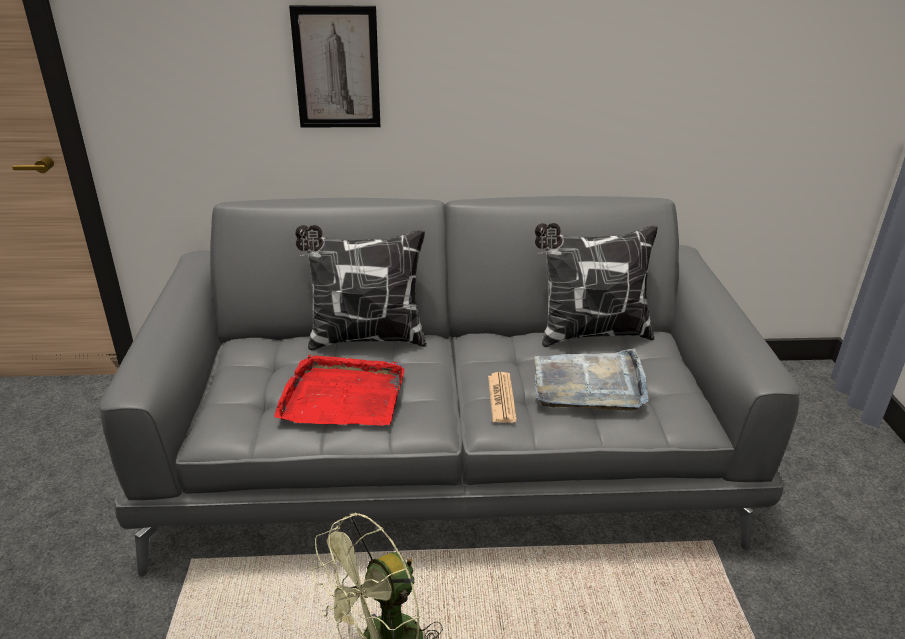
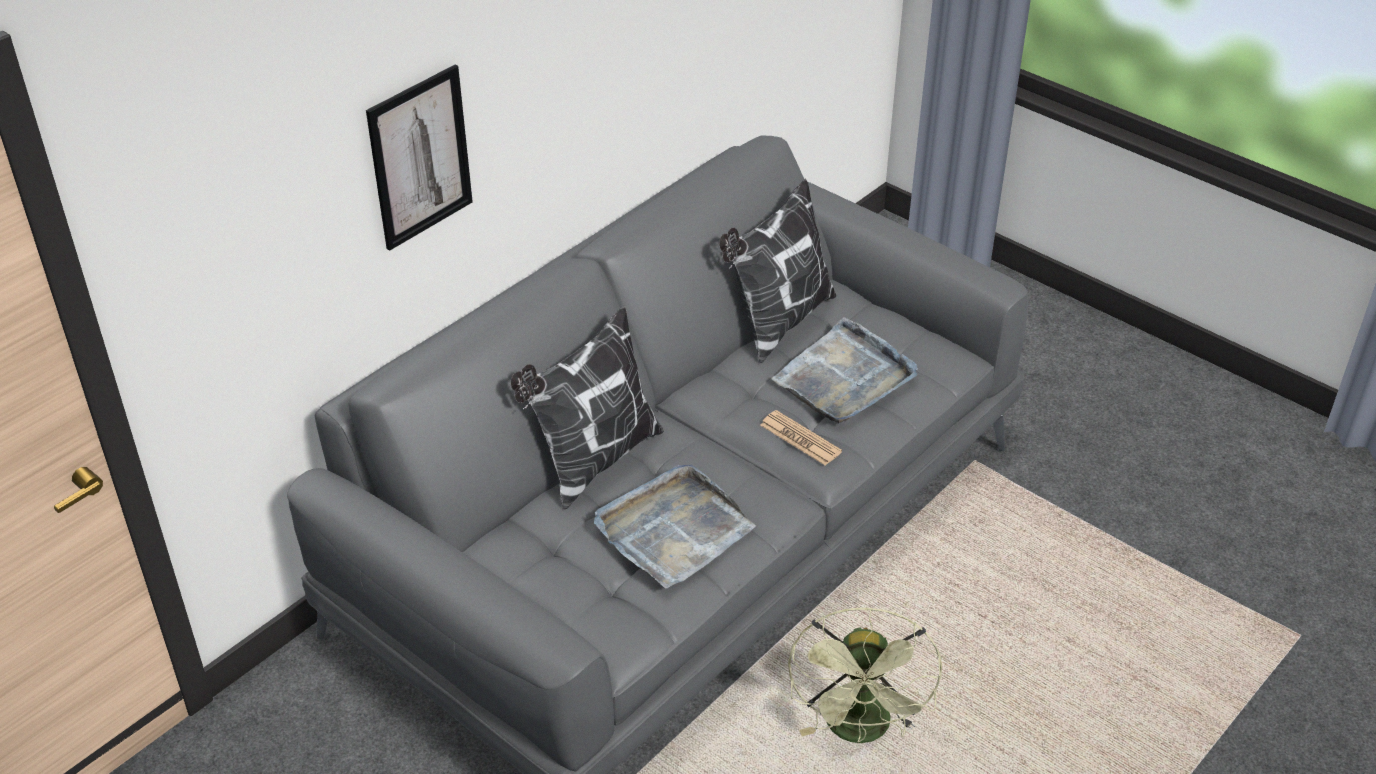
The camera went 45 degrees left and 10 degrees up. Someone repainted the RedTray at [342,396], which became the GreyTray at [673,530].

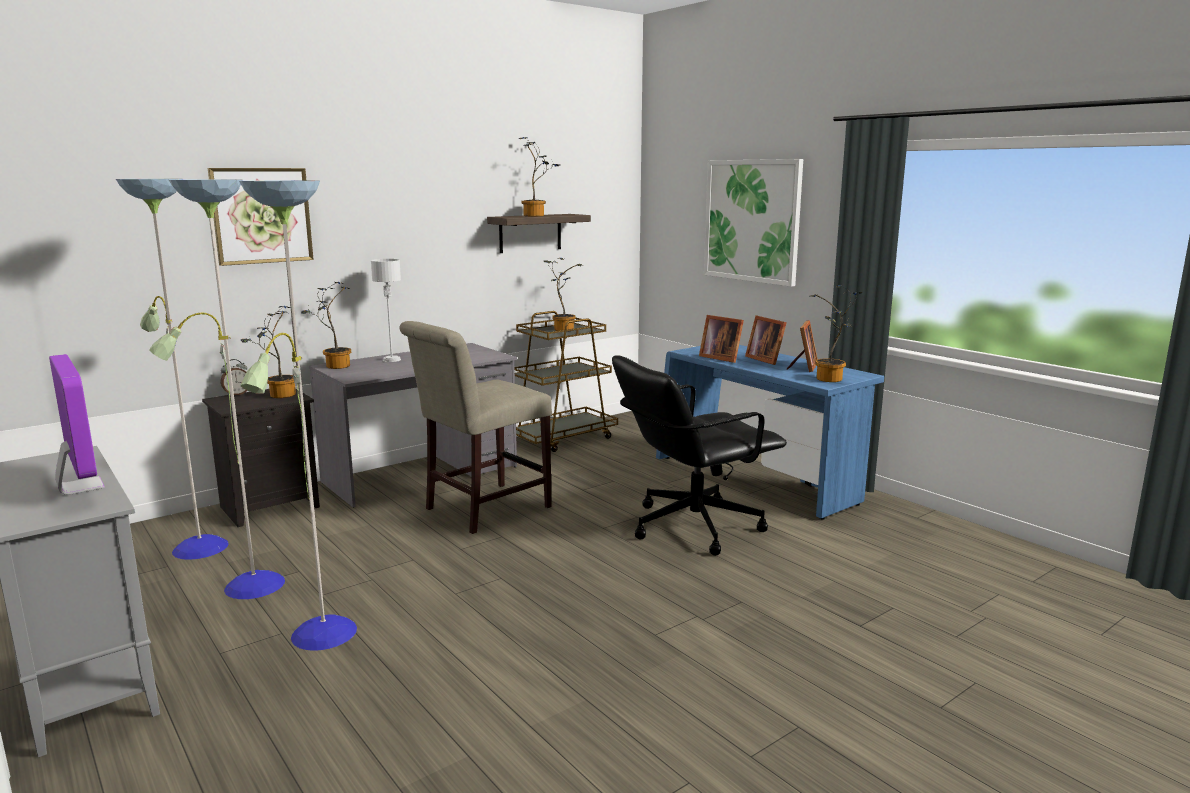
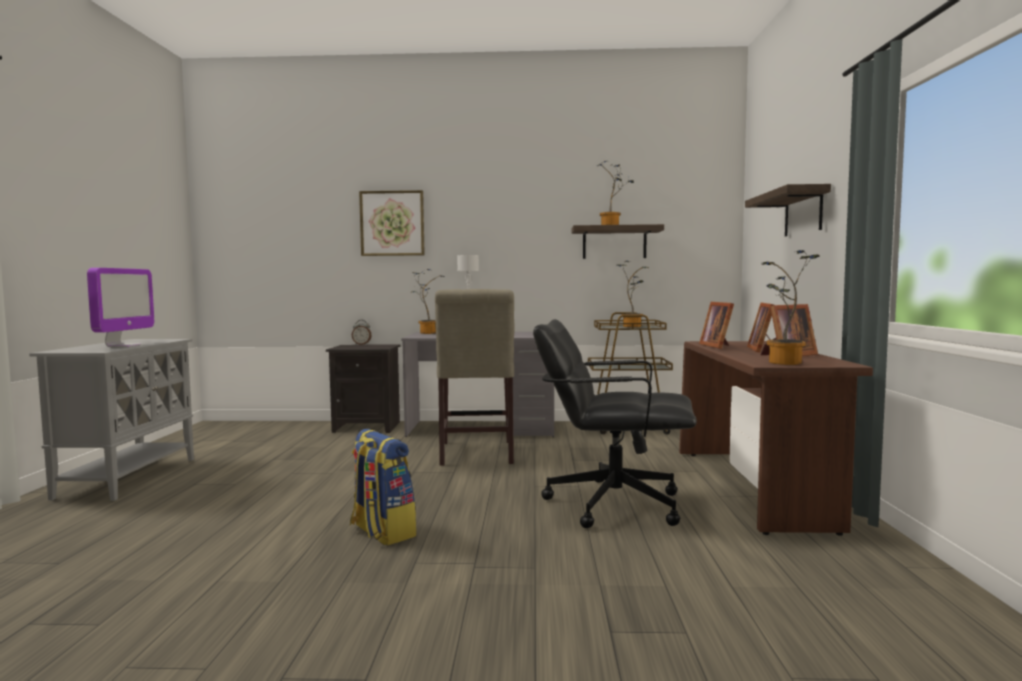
The camera went 40 degrees right and 10 degrees down. Someone put down the Backpack at [381,532]. Someone rotated the BeigeChair at [481,509] by 90 degrees counterclockwise. Someone repainted the BlueDesk at [756,480], which became the BrownDesk at [753,488]. Someone swapped the Picture at [752,221] for the Shelf at [803,213]. Someone took away the FloorLamp at [250,586]. Someone took away the PottedPlant at [278,395].

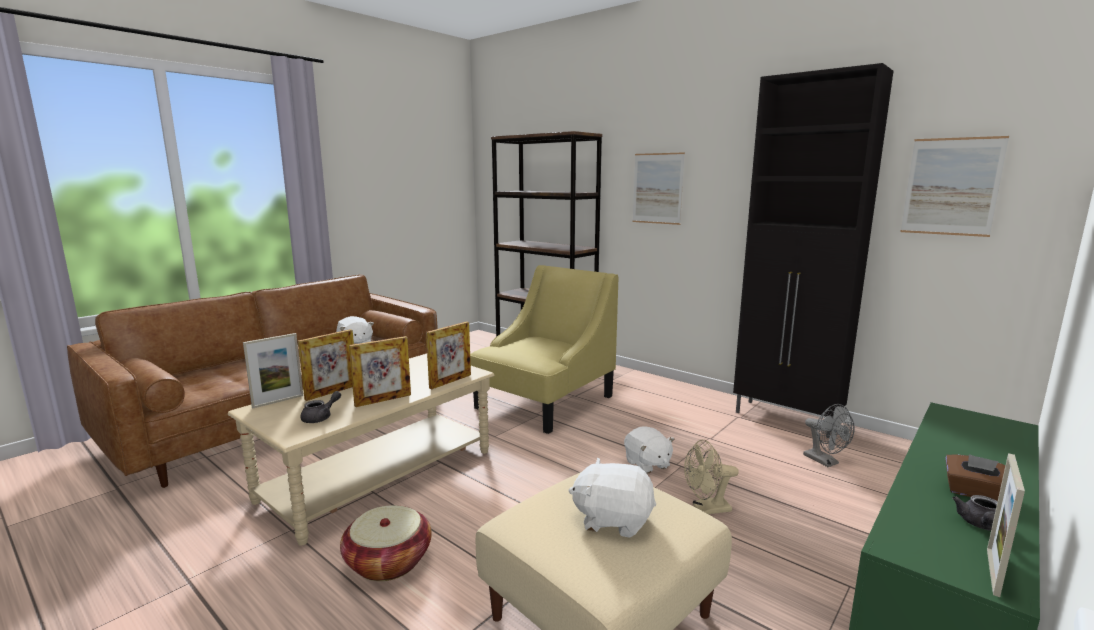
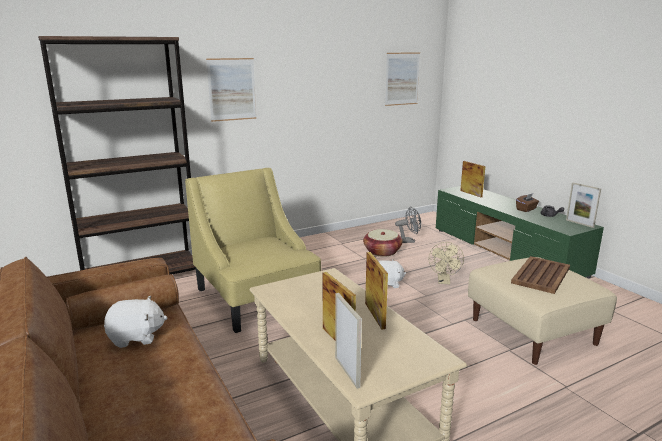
The camera went 70 degrees left and 5 degrees up. Someone carried the Basket from [388,561] to [382,251]. Someone carried the PictureFrame from [450,381] to [471,193]. Someone swapped the WhitePlushToy at [613,519] for the BrownTray at [541,275]. Someone took away the GreyTeapot at [321,418]. Someone took away the BlackCabinet at [787,419].

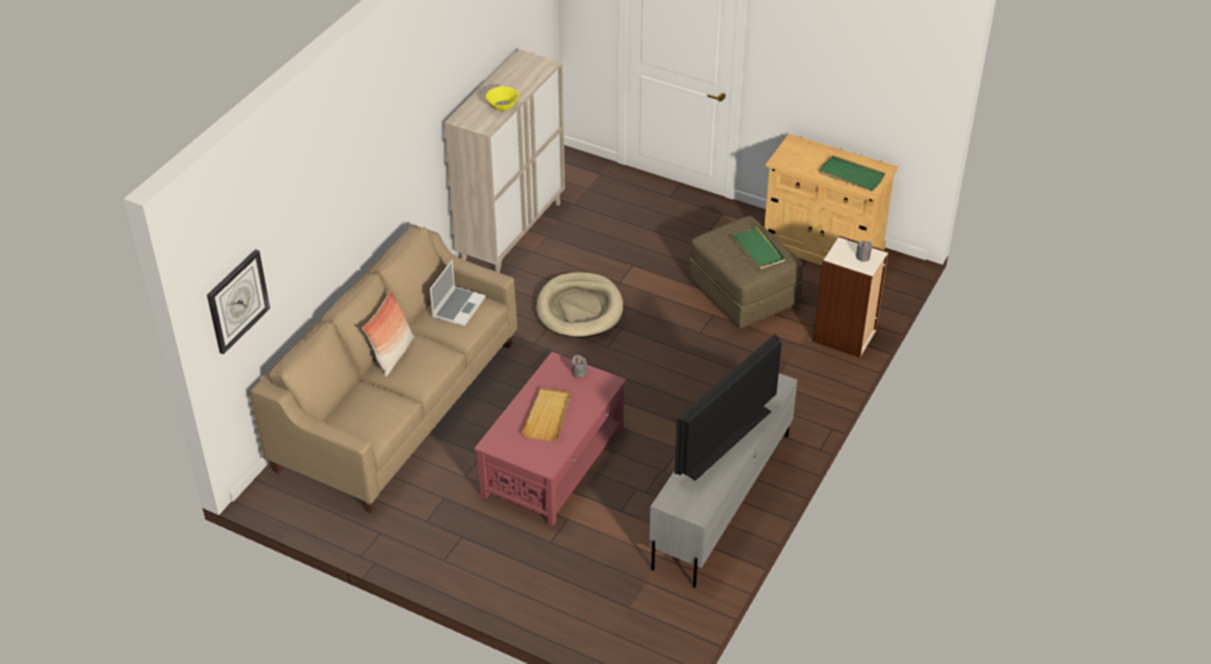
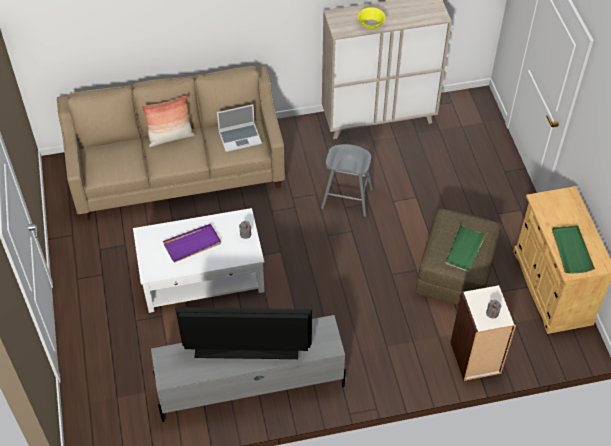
The camera went 50 degrees right and 10 degrees up. Someone repainted the RedCoffeeTable at [554,461], which became the WhiteCoffeeTable at [203,276]. Someone repainted the BeigeTray at [547,416], which became the PurpleTray at [192,244]. Someone swapped the BeigeDogBed at [579,309] for the GreyStool at [346,198]. Someone took away the WallClock at [237,301].

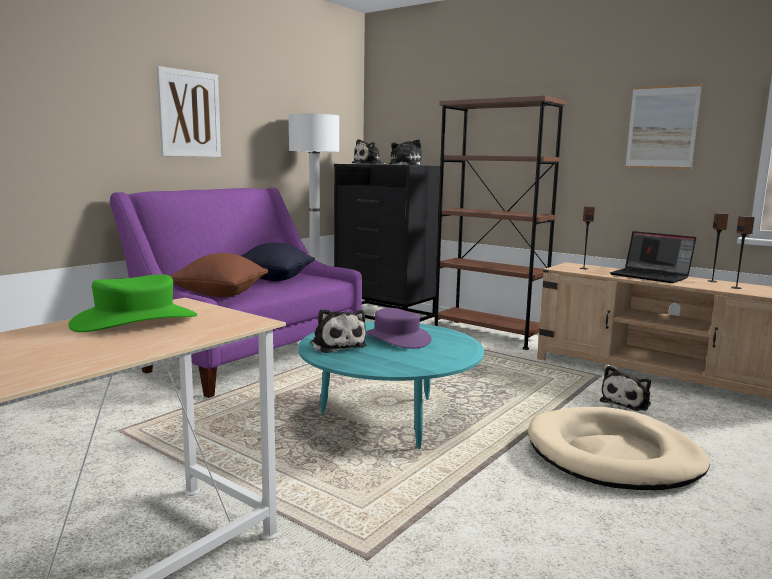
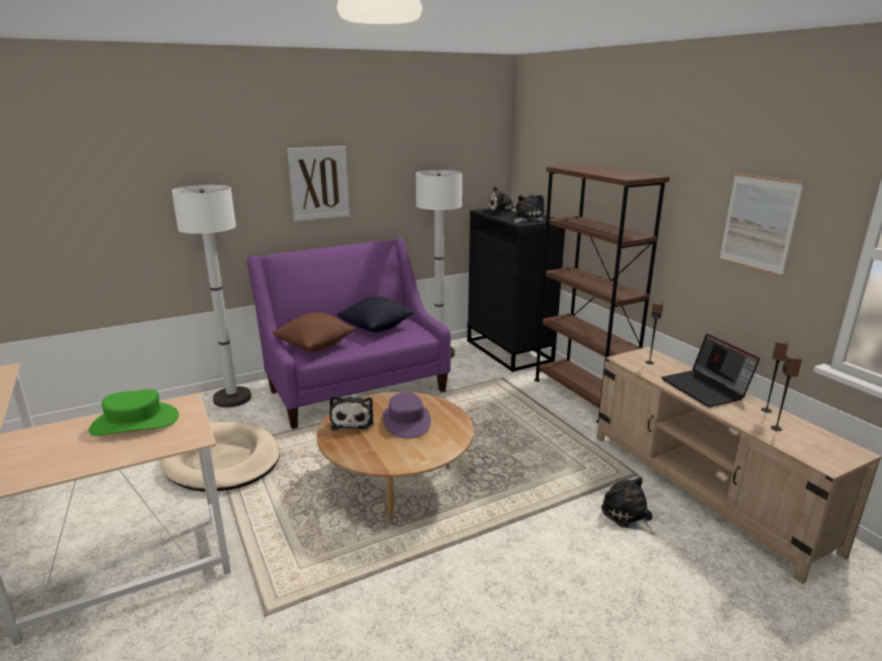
The camera went 25 degrees right and 10 degrees up. Someone carried the BeigeDogBed from [613,455] to [222,461]. Someone put down the WhiteFloorLamp at [232,398]. Someone repainted the TurquoiseCoffeeTable at [389,420], which became the BrownCoffeeTable at [397,484]. Someone rotated the PlushToy at [627,402] by 90 degrees clockwise.

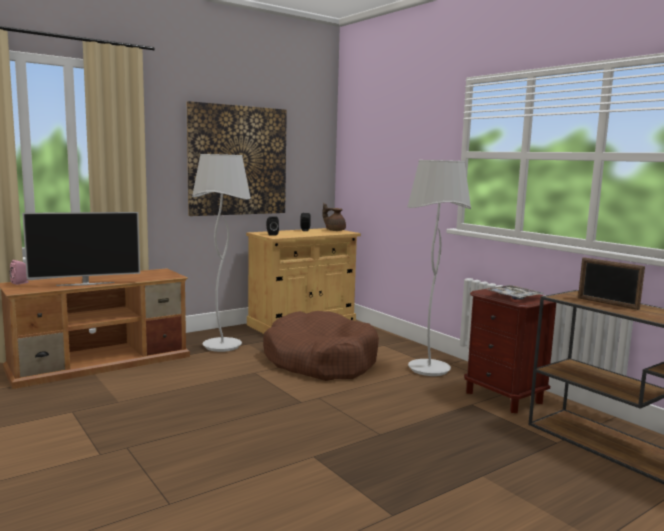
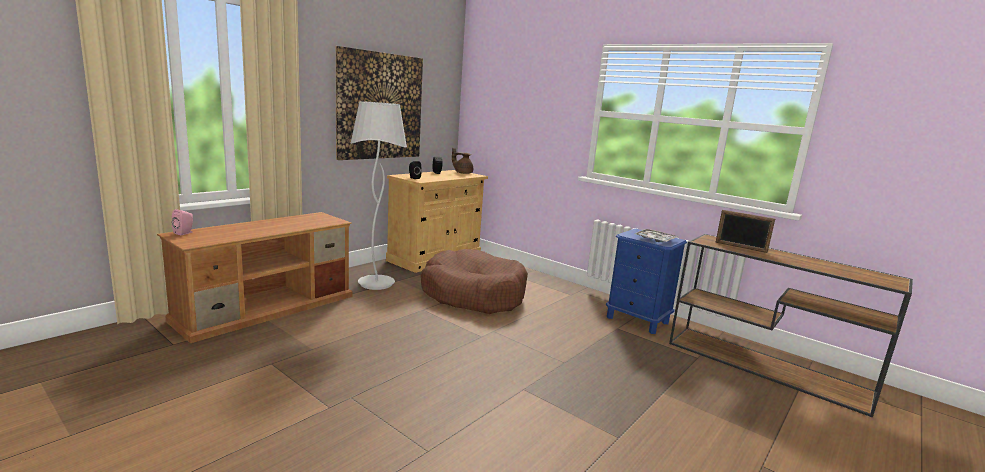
The camera went 15 degrees left and 5 degrees up. Someone repainted the BrownNightstand at [503,397], which became the BlueNightstand at [637,320]. Someone took away the Television at [85,284]. Someone took away the WhiteFloorLamp at [429,369].

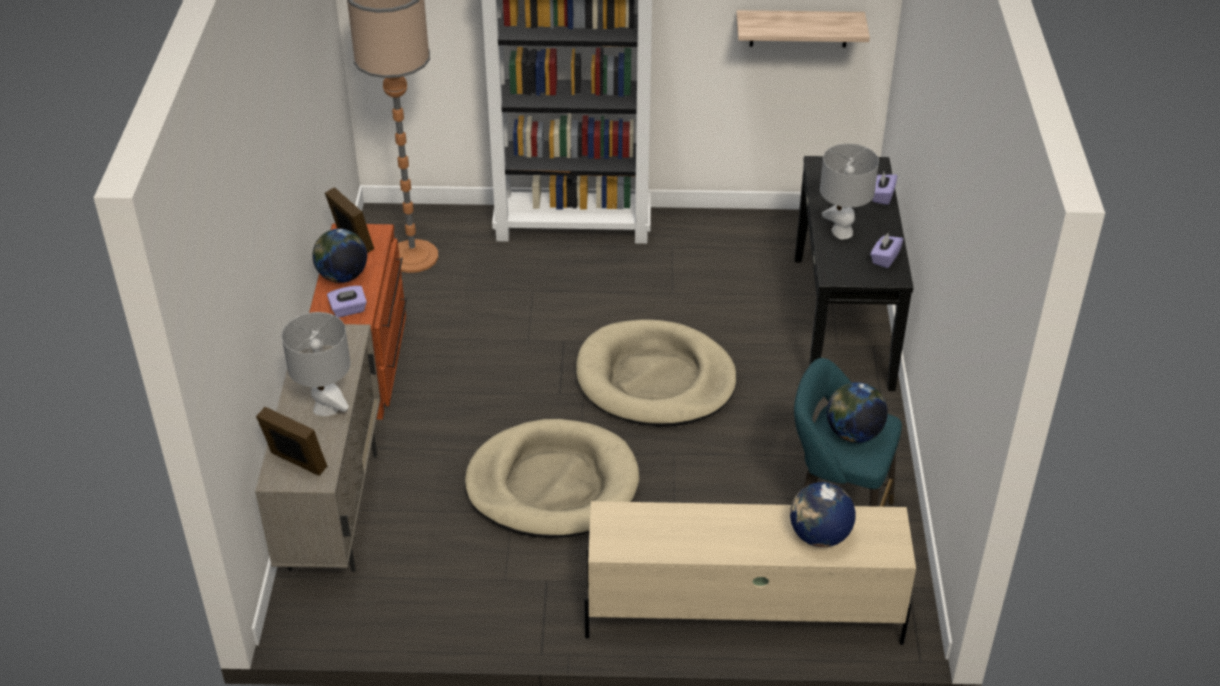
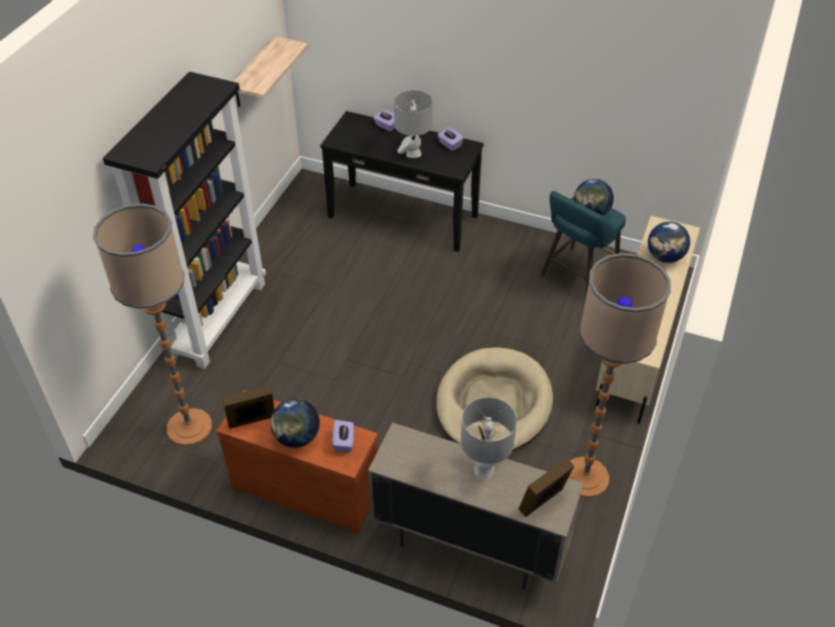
The camera went 70 degrees left and 5 degrees up. Someone put down the FloorLamp at [585,478]. Someone took away the BeigeDogBed at [655,379].

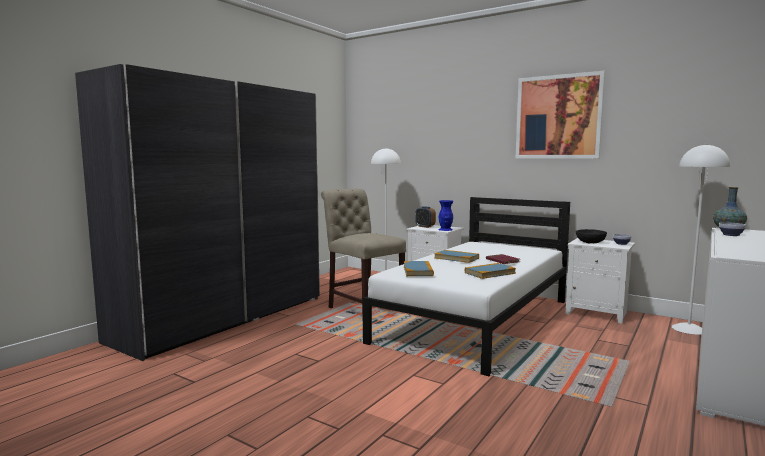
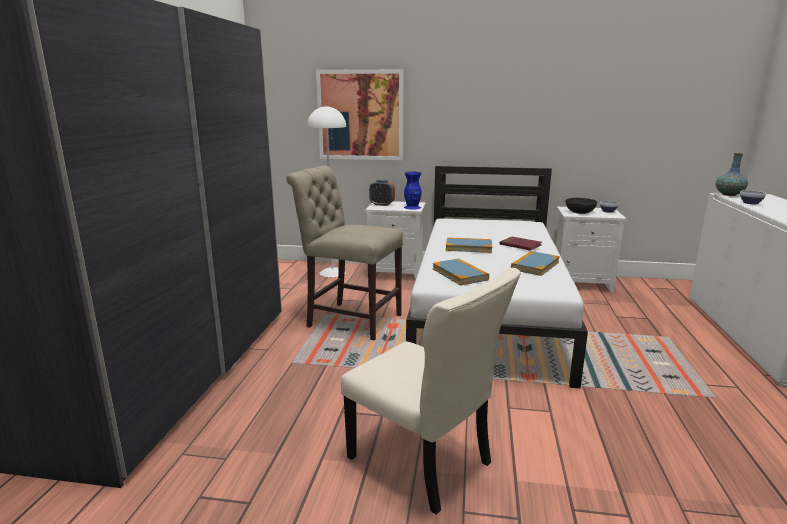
The camera went 25 degrees left and 10 degrees up. Someone carried the Picture from [558,117] to [360,115]. Someone put down the BeigeChair at [423,463]. Someone took away the WhiteFloorLamp at [689,329].

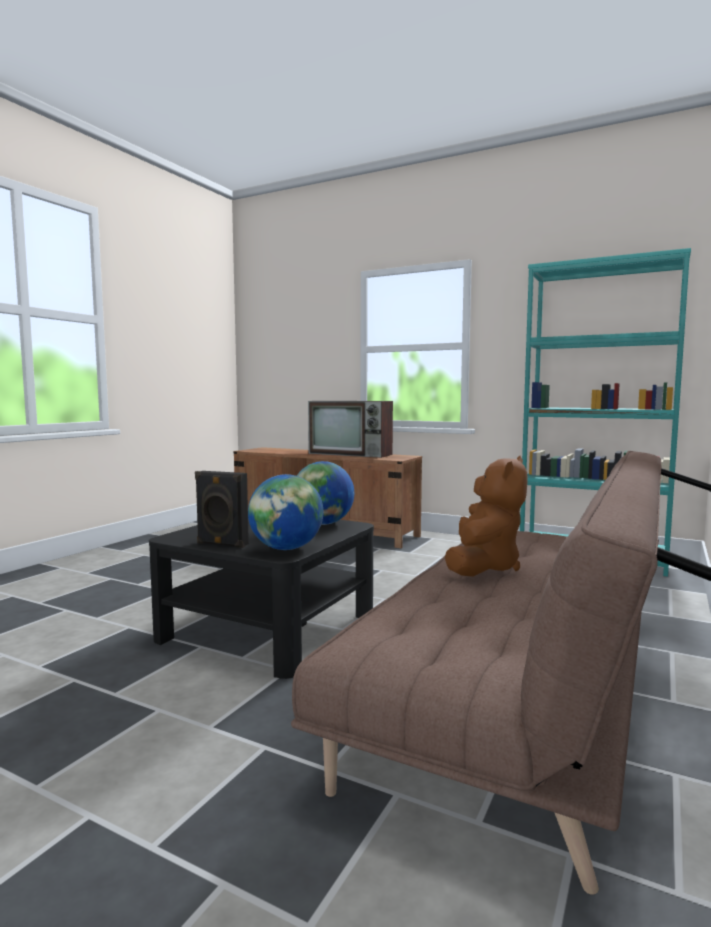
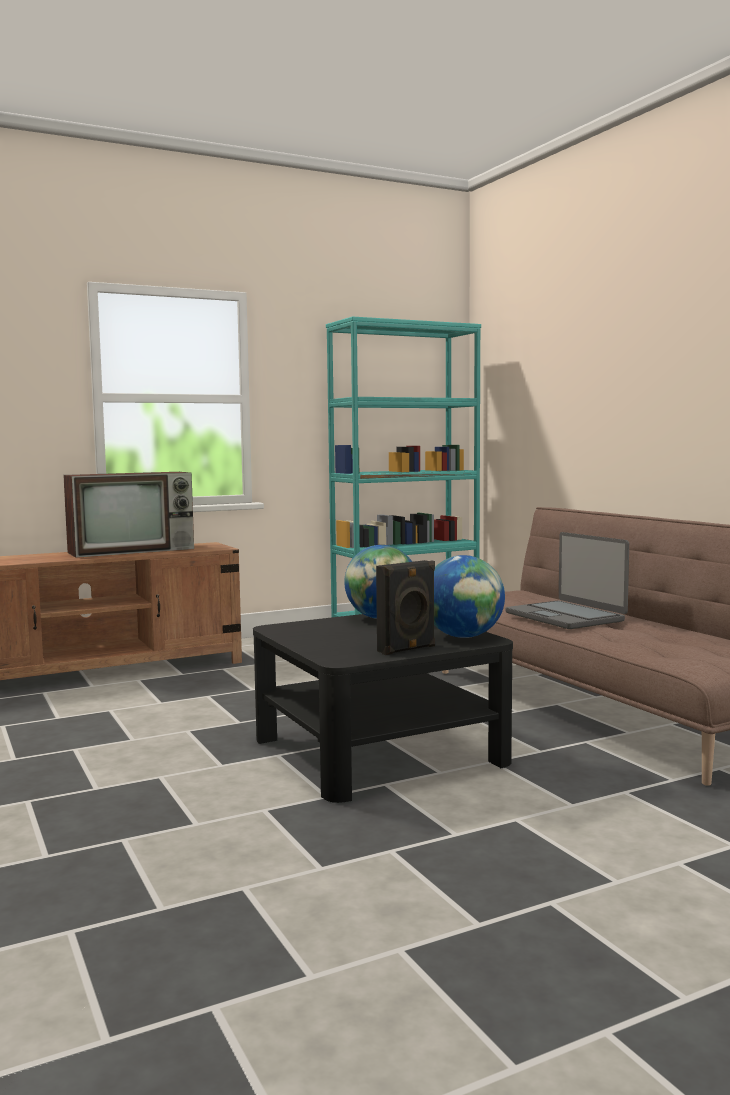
The camera went 55 degrees left and 0 degrees up. Someone swapped the BrownPlushToy at [483,567] for the Laptop at [565,617].

